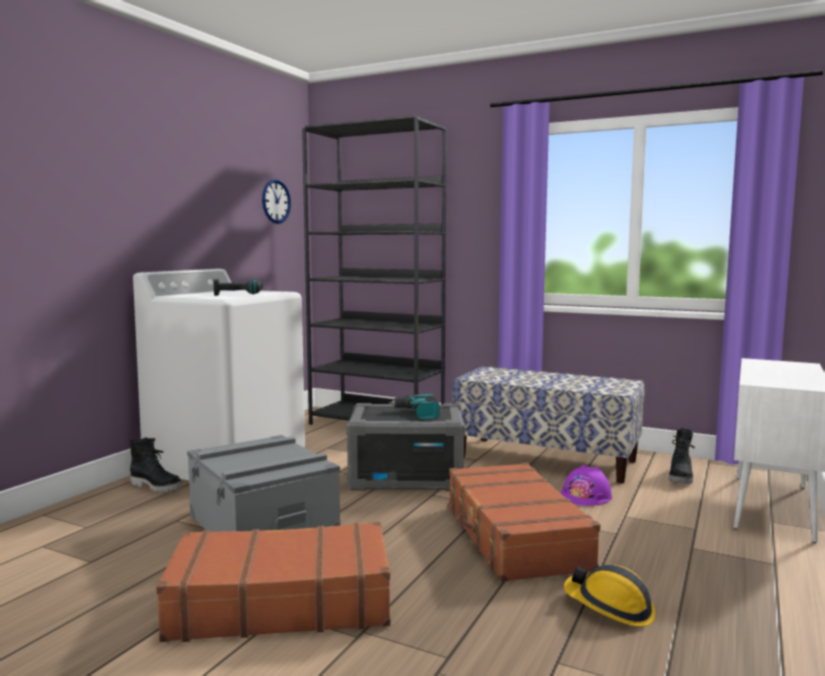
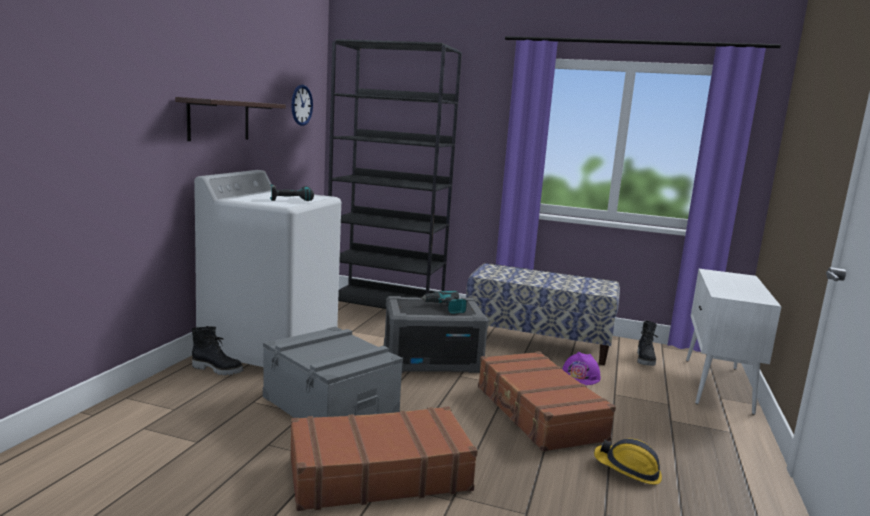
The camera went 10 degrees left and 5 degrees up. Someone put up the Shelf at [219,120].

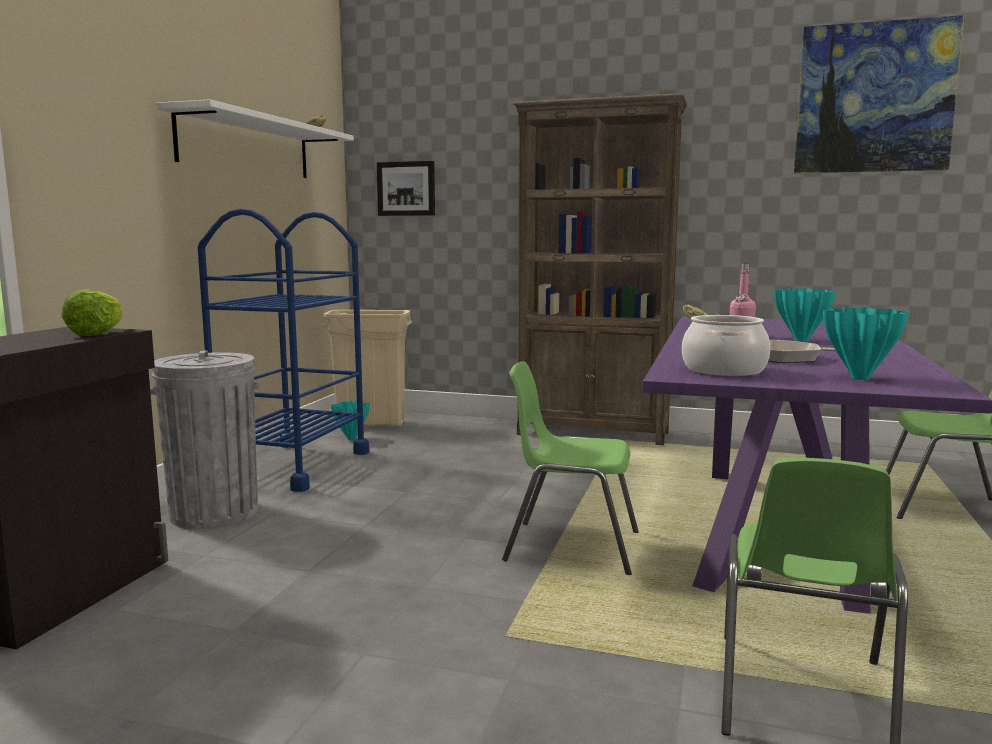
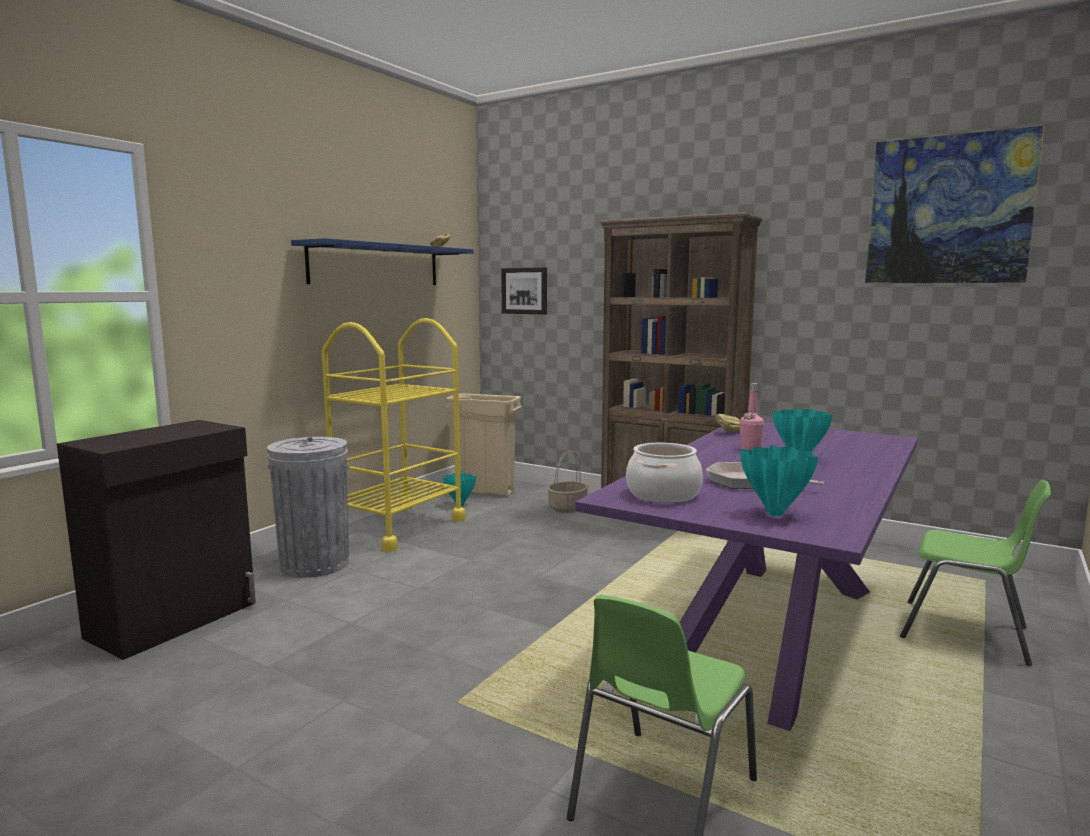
The camera went 15 degrees right and 0 degrees up. Someone repainted the WhiteShelf at [247,146], which became the BlueShelf at [376,265]. Someone repainted the BlueCart at [293,466], which became the YellowCart at [398,527]. Someone put down the Basket at [567,507]. Someone took away the Lettuce at [98,334]. Someone took away the GreenChair at [570,546].

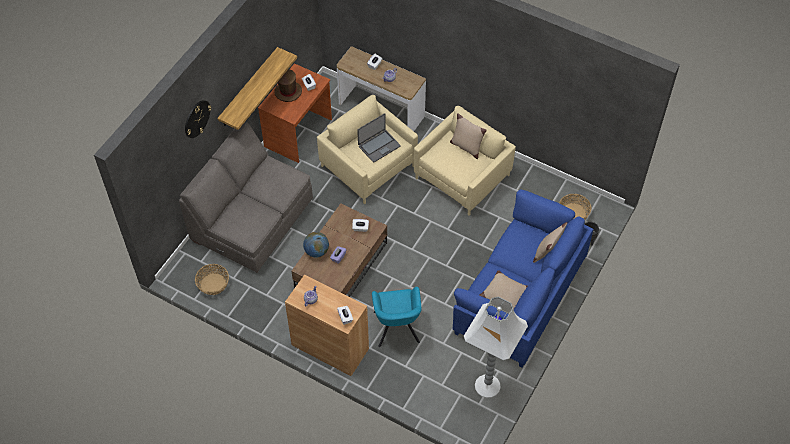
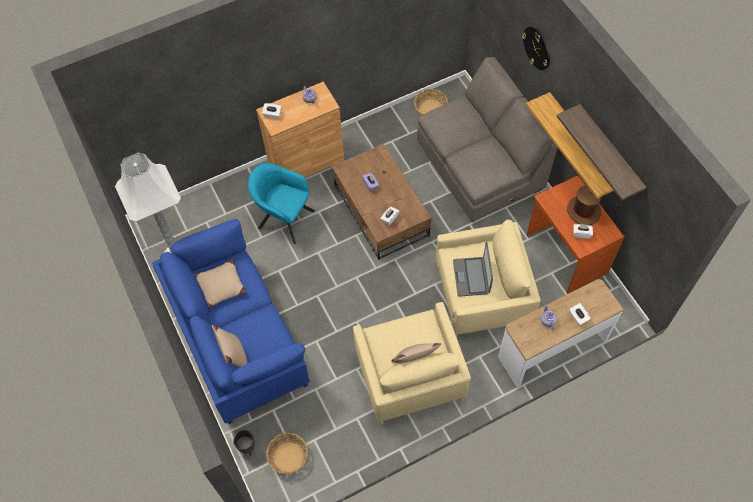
The camera went 125 degrees right and 5 degrees up. Someone put up the Shelf at [609,151]. Someone took away the Globe at [316,251].

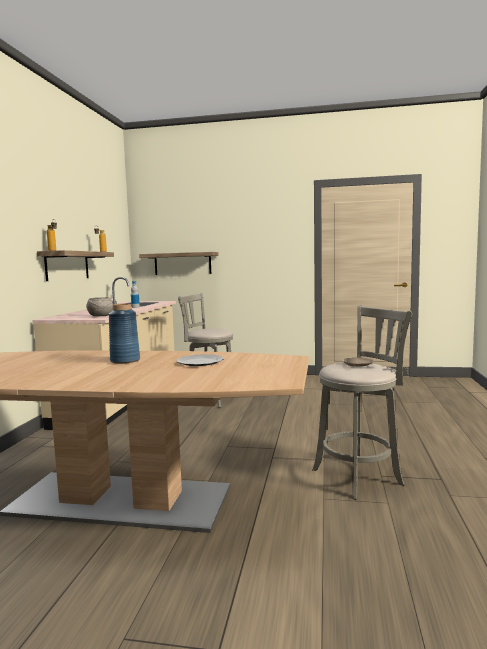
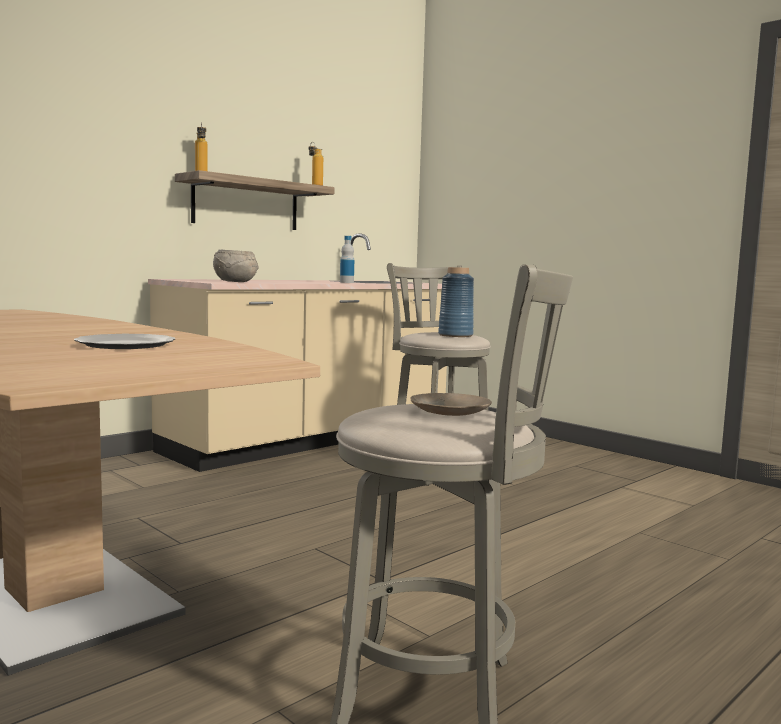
The camera went 35 degrees right and 0 degrees up. Someone carried the BlueVase from [125,360] to [456,335]. Someone took away the Shelf at [182,263].

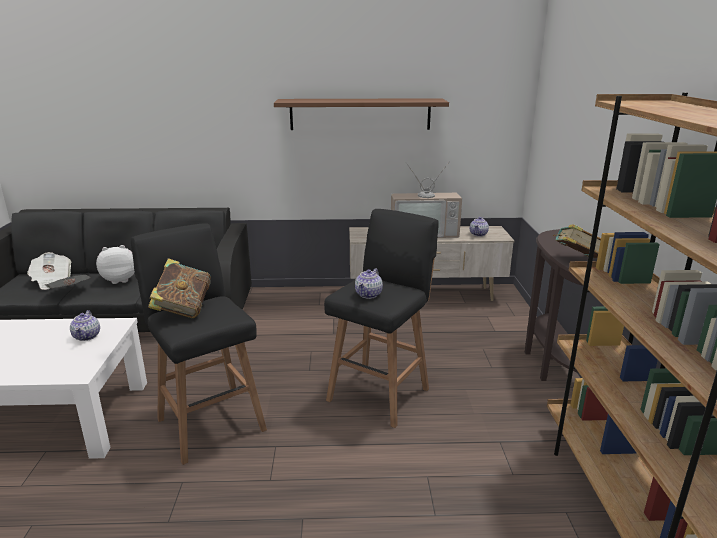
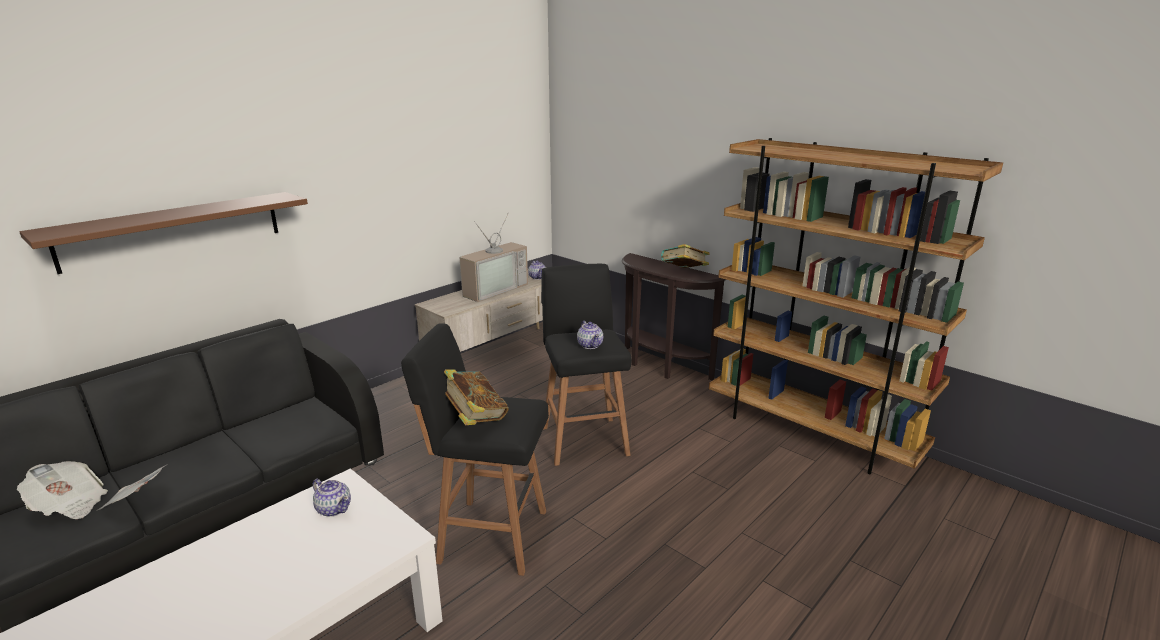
The camera went 45 degrees left and 0 degrees up. Someone carried the BrownShelf from [360,114] to [173,230]. Someone took away the PlushToy at [120,280].

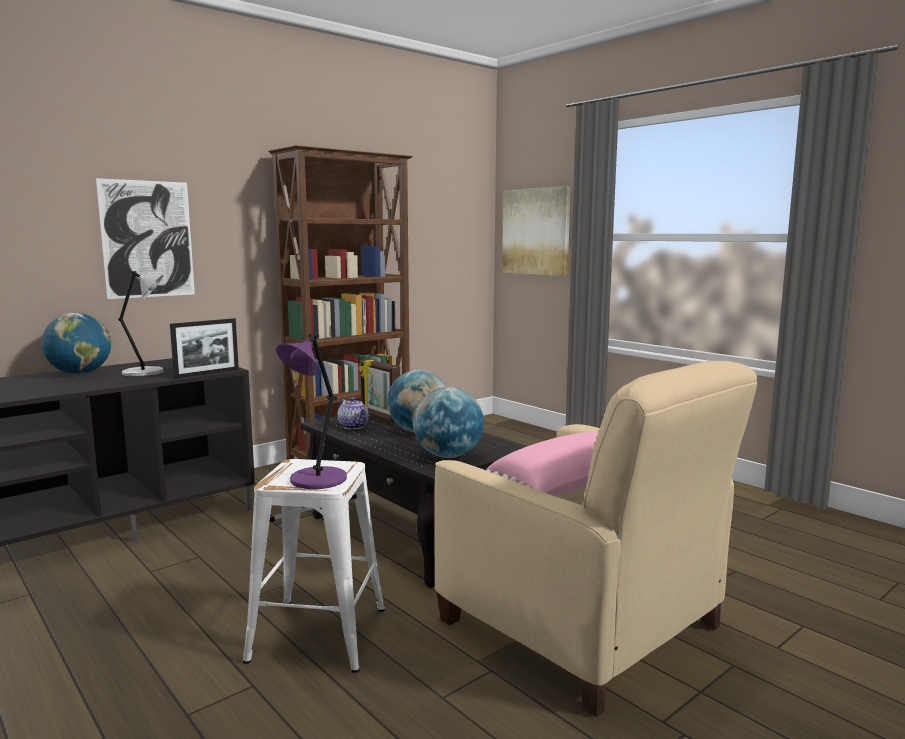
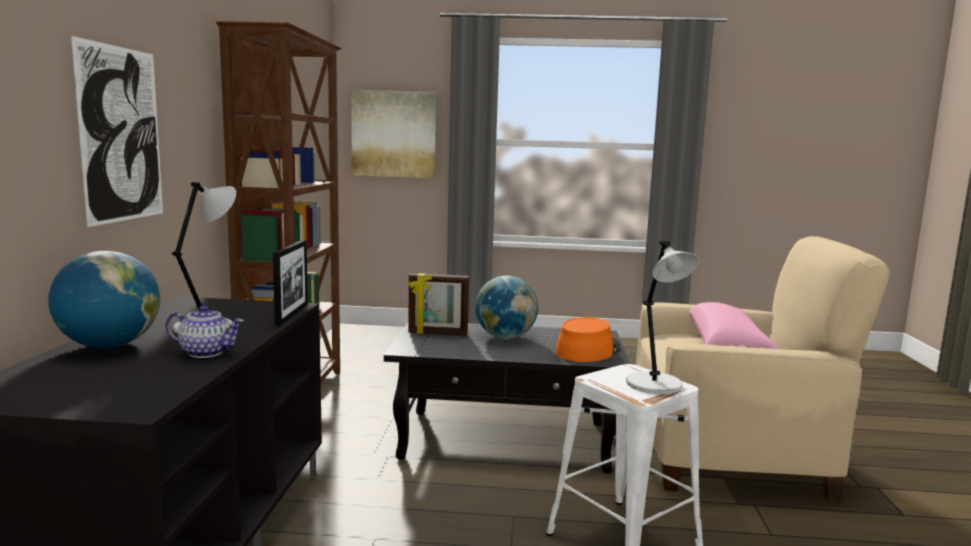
The camera went 45 degrees left and 0 degrees up. Someone carried the Teapot from [354,426] to [207,352]. Someone swapped the Globe at [448,456] for the OrangeHat at [587,350]. Someone repainted the PurpleTableLamp at [316,480], which became the GreyTableLamp at [655,385].

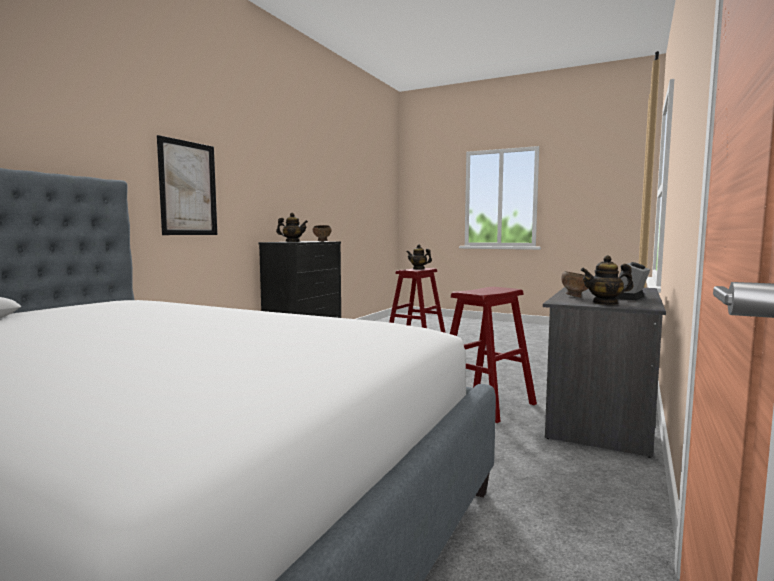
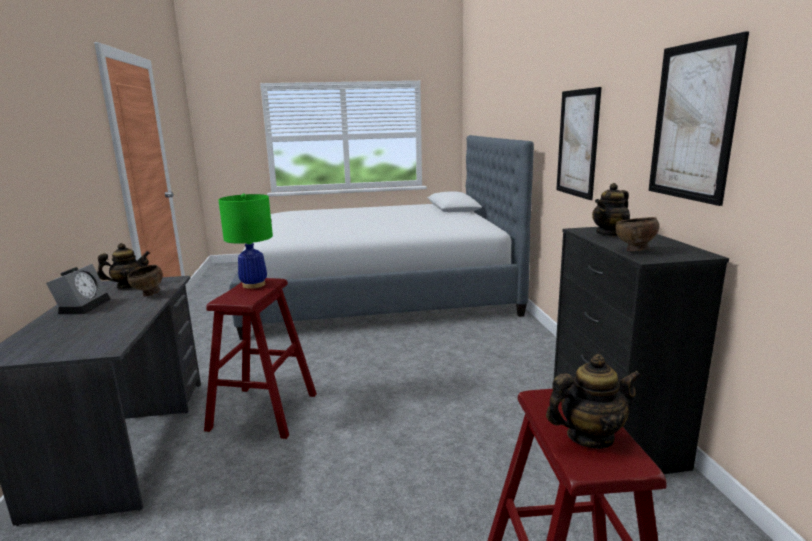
The camera went 145 degrees right and 10 degrees up. Someone put down the GreenTableLamp at [254,285]. Someone put up the Picture at [693,122].

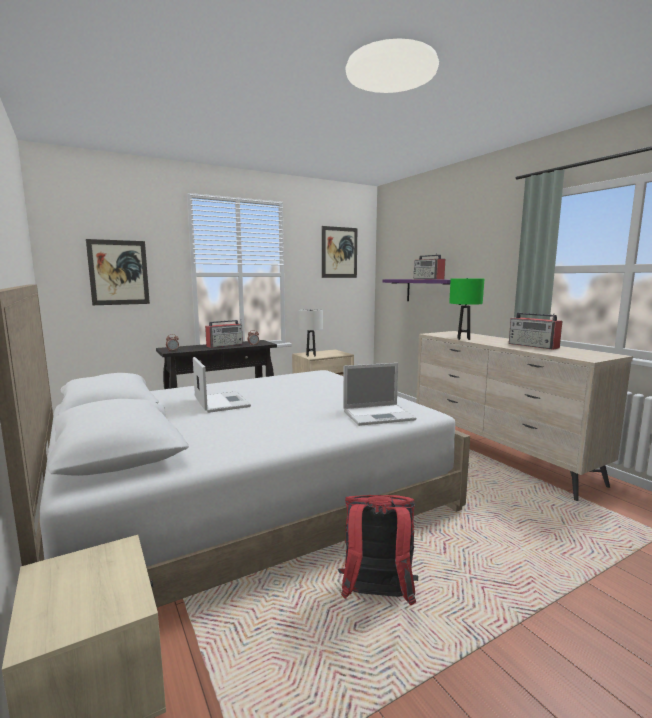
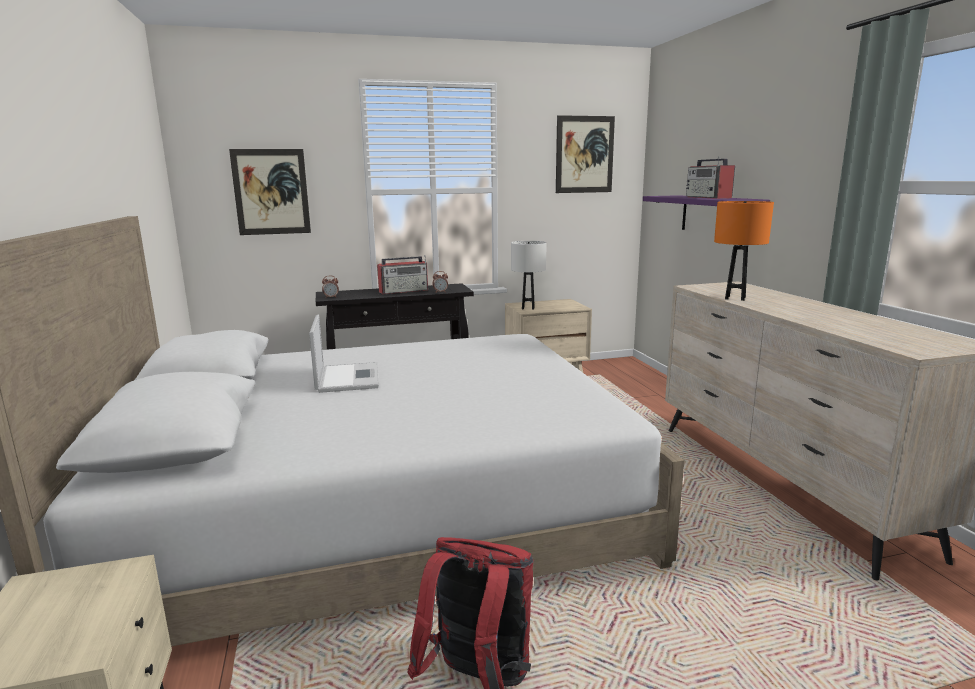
The camera went 15 degrees right and 5 degrees up. Someone repainted the GreenTableLamp at [463,339], which became the OrangeTableLamp at [735,298]. Someone took away the Laptop at [379,415]. Someone took away the Radio at [533,346].

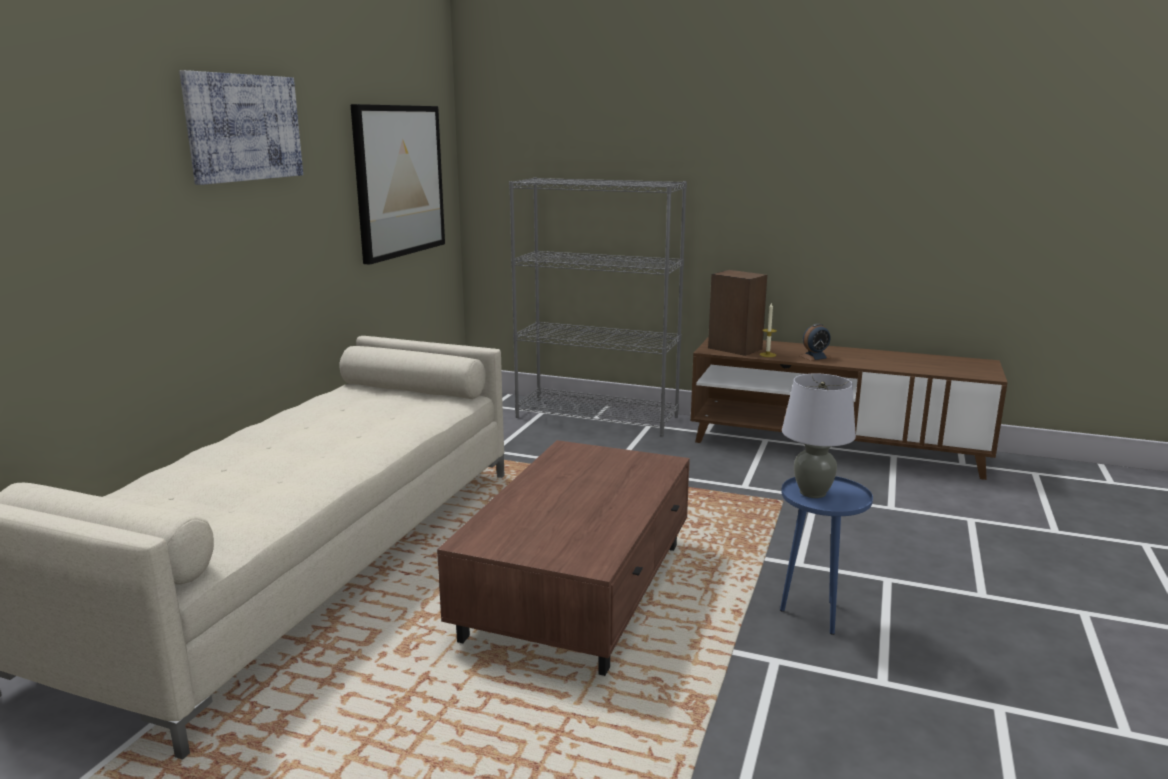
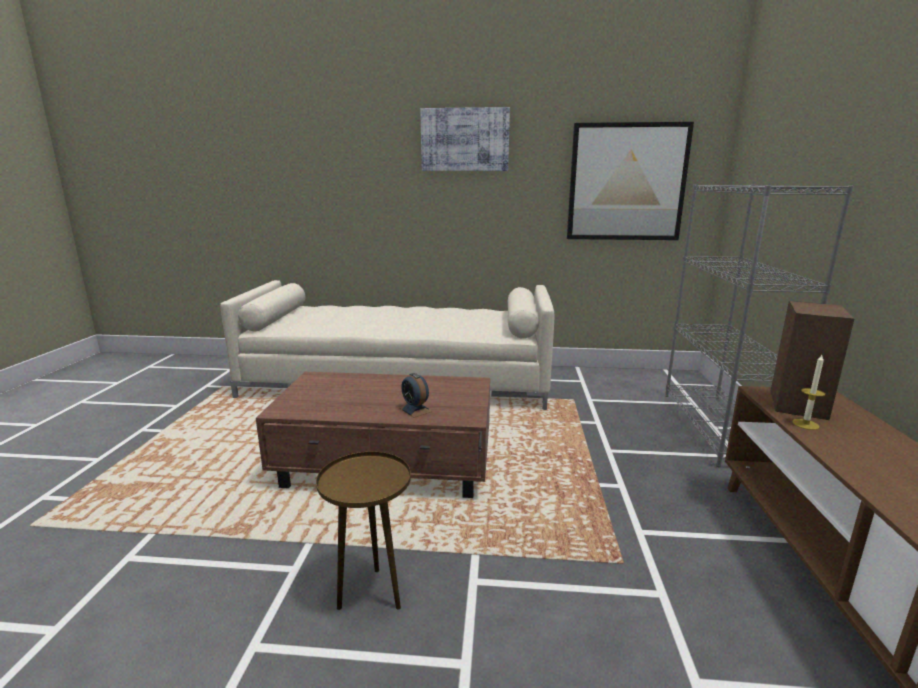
The camera went 75 degrees right and 0 degrees up. Someone repainted the BlueSideTable at [815,615], which became the BrownSideTable at [371,594]. Someone carried the AlarmClock from [814,357] to [415,410]. Someone took away the GreyTableLamp at [813,493].

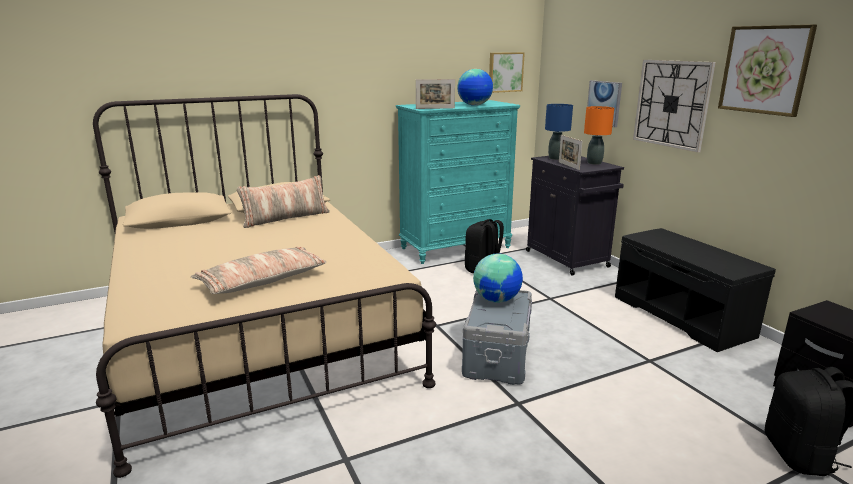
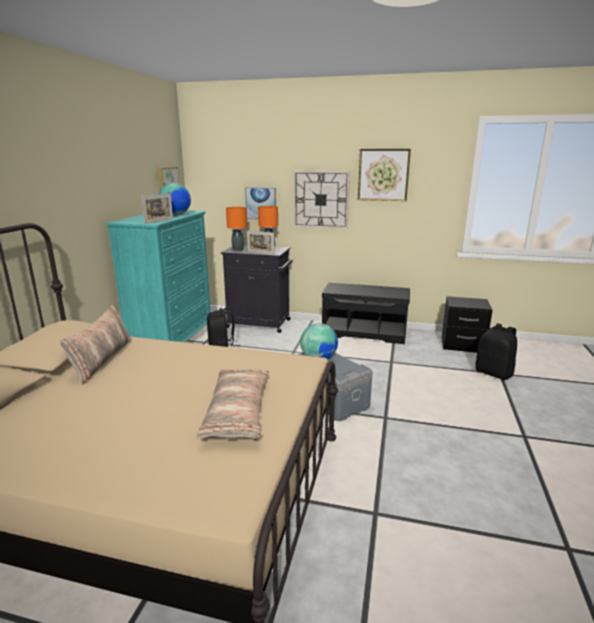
The camera went 50 degrees left and 0 degrees up. Someone repainted the BlueTableLamp at [555,158], which became the OrangeTableLamp at [238,249].

